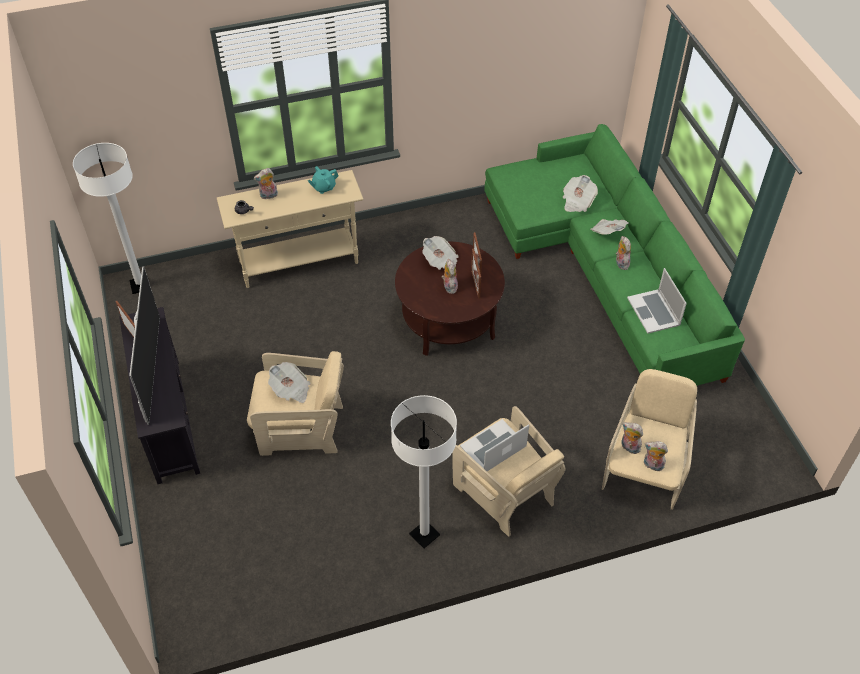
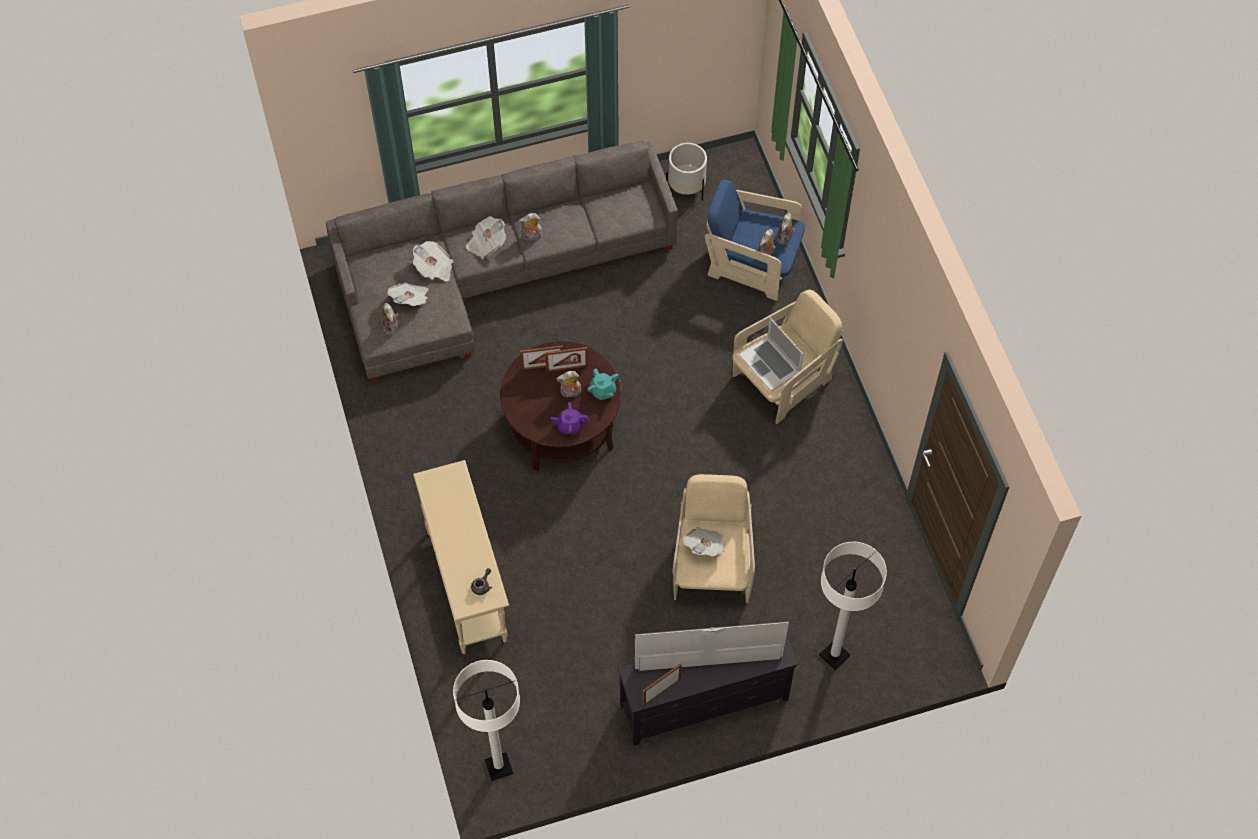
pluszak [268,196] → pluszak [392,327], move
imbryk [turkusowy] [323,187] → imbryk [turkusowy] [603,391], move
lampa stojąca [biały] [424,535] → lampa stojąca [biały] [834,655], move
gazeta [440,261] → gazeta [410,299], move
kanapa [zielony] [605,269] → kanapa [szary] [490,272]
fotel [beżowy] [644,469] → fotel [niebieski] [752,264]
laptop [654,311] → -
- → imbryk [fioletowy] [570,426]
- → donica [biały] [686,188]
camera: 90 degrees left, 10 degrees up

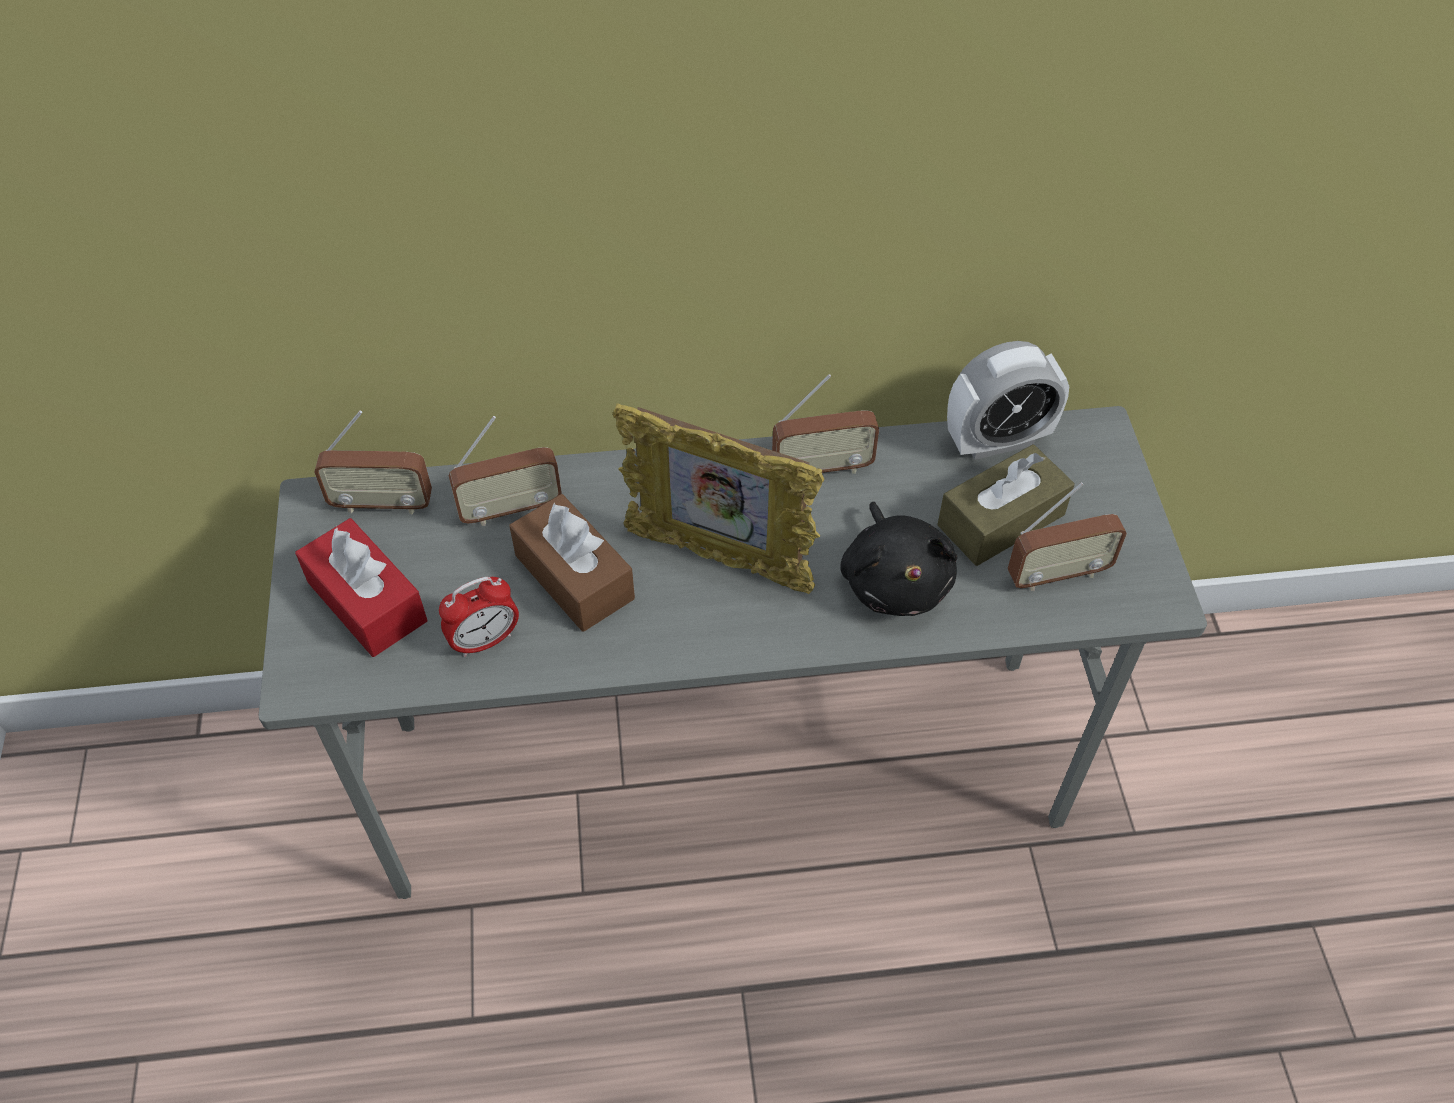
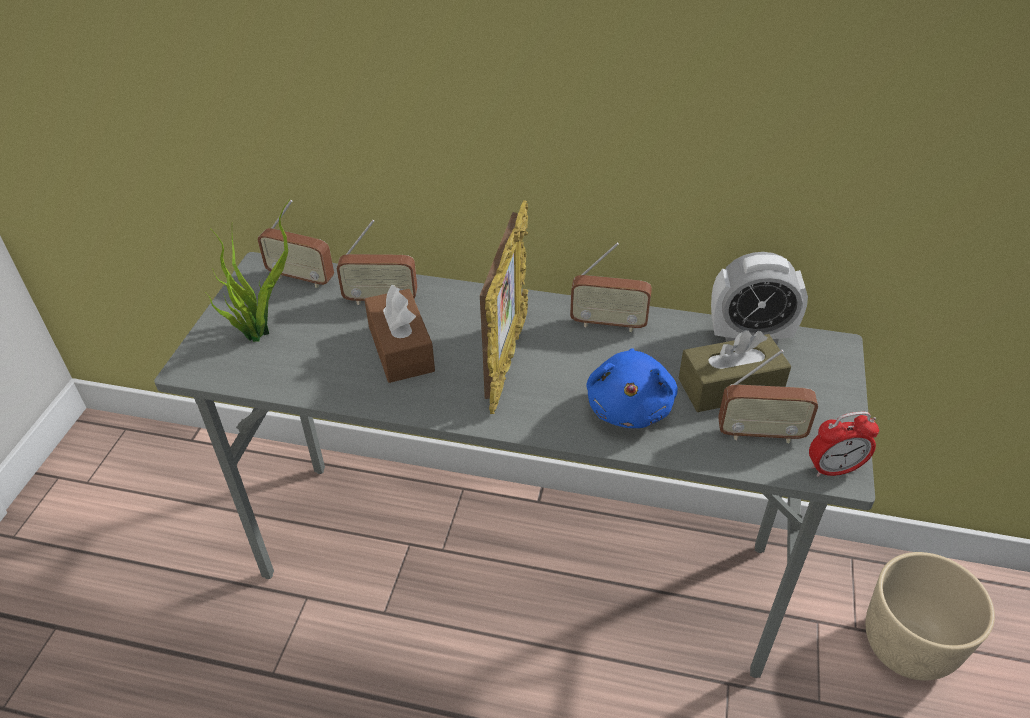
pudełko chusteczek [czerwony] [367,602] → roślina doniczkowa [259,330]
budzik [485,640] → budzik [834,469], move
ramka na zdjęcie [719,559] → ramka na zdjęcie [506,362], 120 degrees counterclockwise
pluszak [czarny] [895,580] → pluszak [niebieski] [629,406]
- → donica [beżowy] [908,647]
camera: 20 degrees right, 10 degrees down

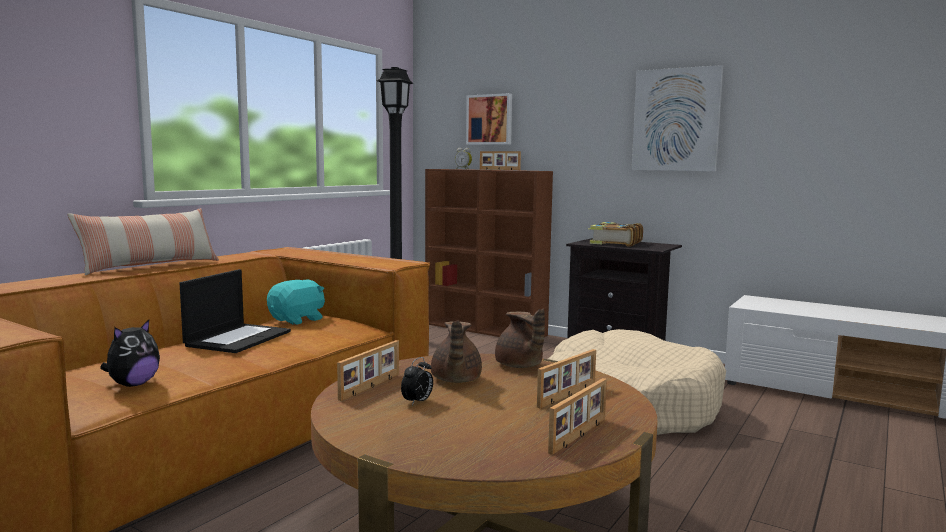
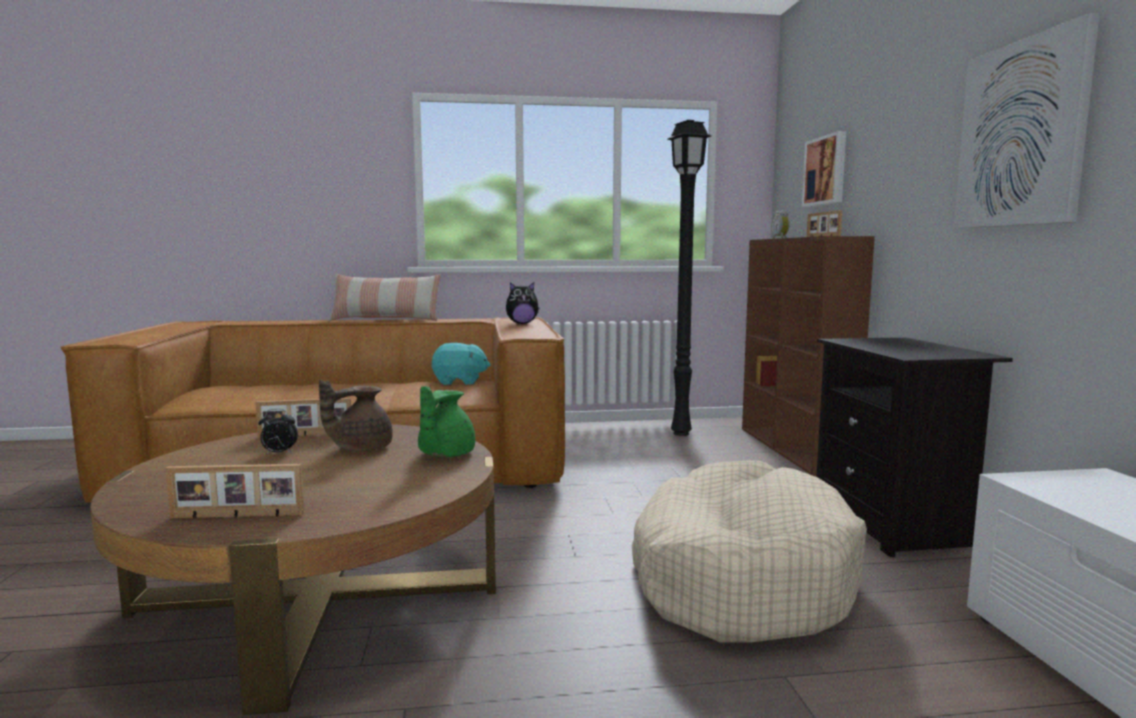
pluszak [133,384] → pluszak [522,323], move
laptop [238,338] → -
imbryk [brązowy] [519,366] → imbryk [zielony] [444,454]
ramka na zdjęcie [568,396] → -
książka [615,243] → -
camera: 50 degrees right, 0 degrees up

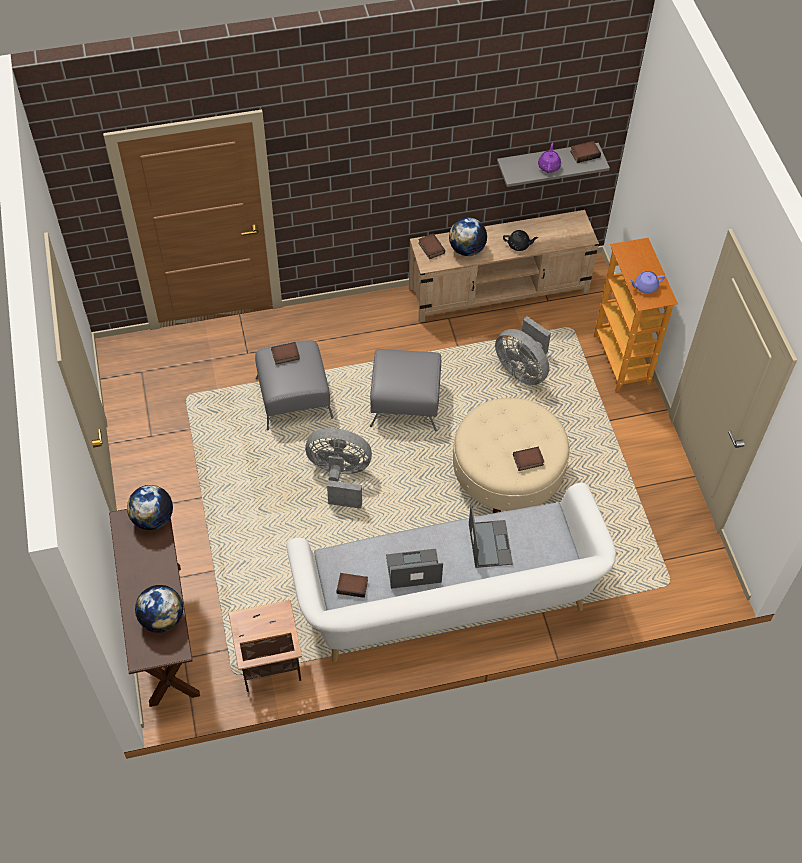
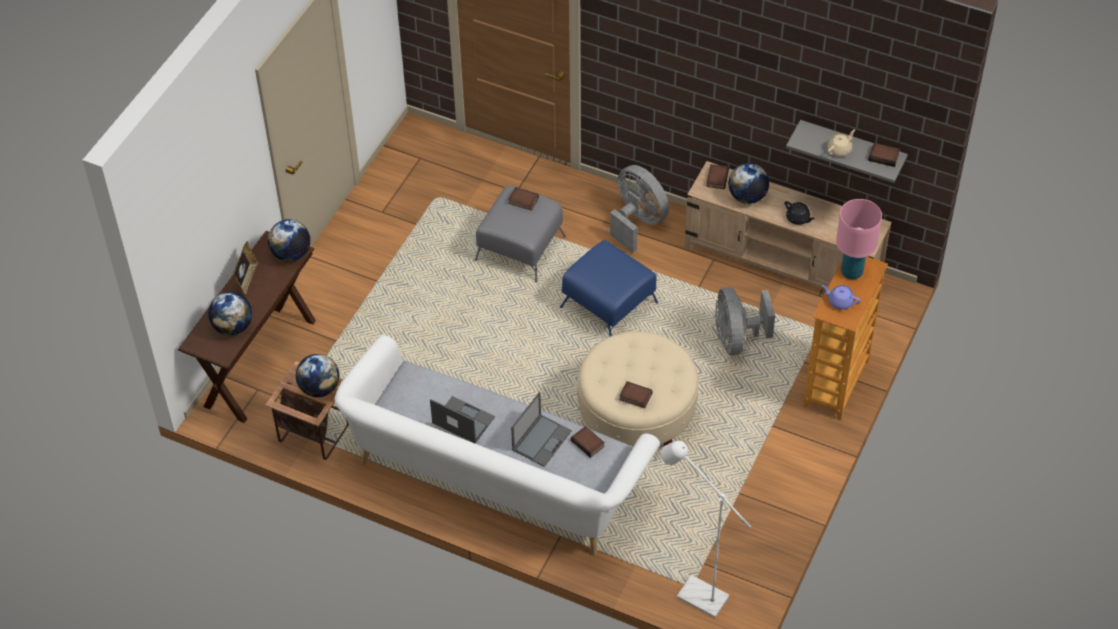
wentylator [szary] [340,477] → wentylator [szary] [637,222], move
książka [353,586] → książka [588,443], move
pufa [szary] [406,402] → pufa [niebieski] [609,306]
imbryk [fioletowy] [549,166] → imbryk [beżowy] [840,150]
- → ramka na zdjęcie [247,279]
- → globus [319,388]
- → lampa stojąca [biały] [694,593]
- → lampa stołowa [różowy] [852,272]
camera: 40 degrees right, 5 degrees down

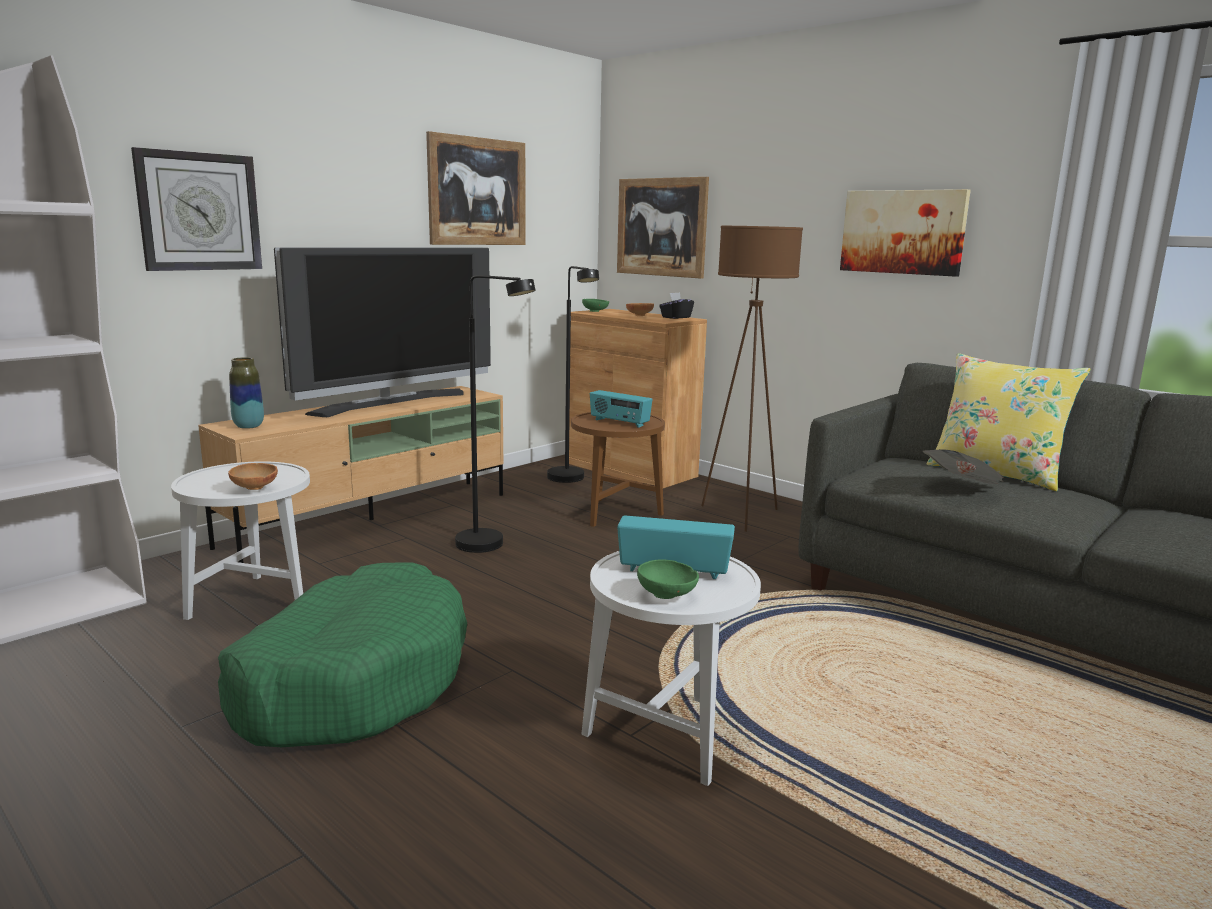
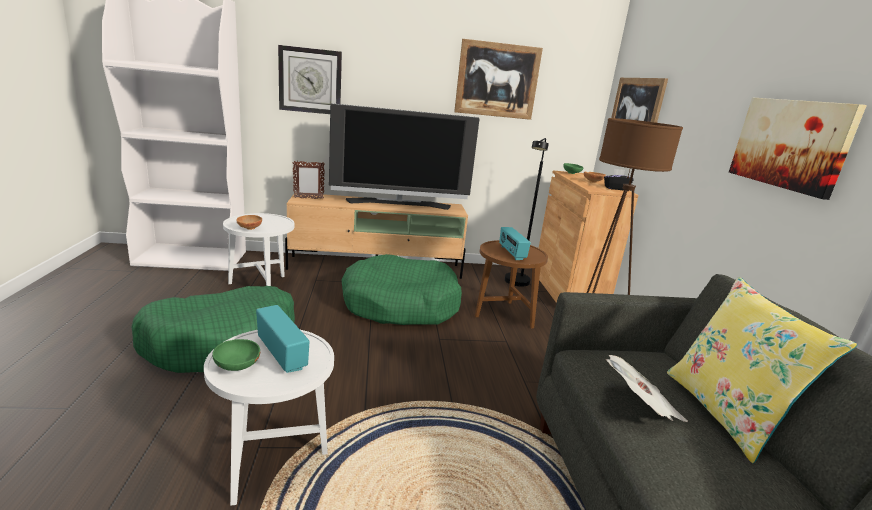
wazon [248,426] → ramka na zdjęcie [308,198]
lampa stojąca [czarny] [490,546] → legowisko [zielony] [400,304]
camera: 40 degrees right, 5 degrees up

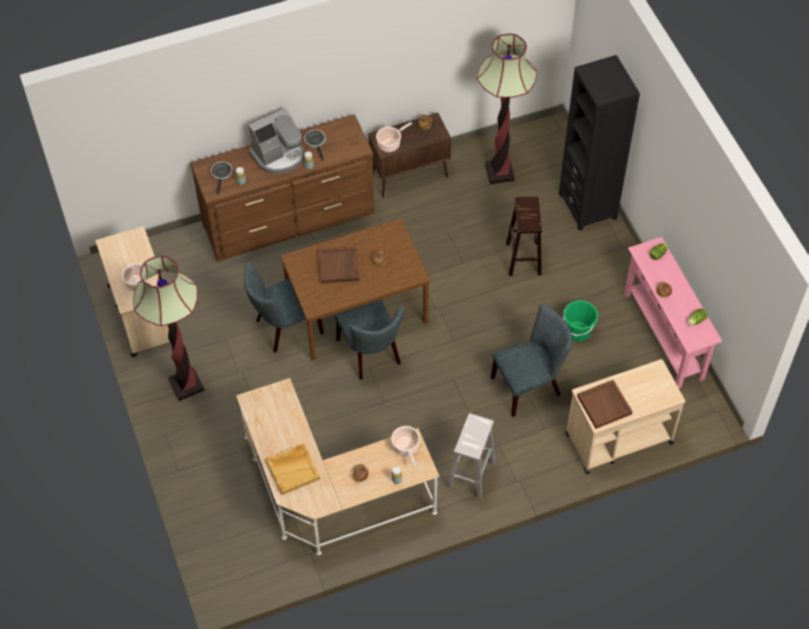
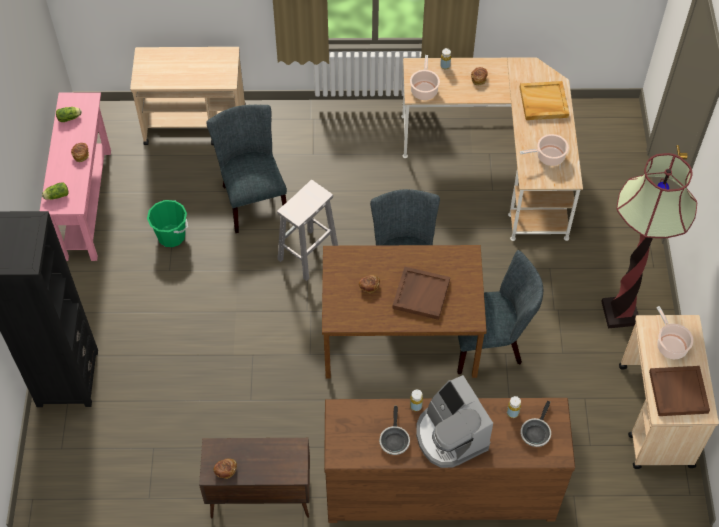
ekspres do kawy [279,155] → ekspres do kawy [450,436], 105 degrees counterclockwise
garnek [390,144] → garnek [548,157], move
stołek [biały] [471,474] → stołek [biały] [307,255], move
lampa stojąca [499,172] → -
krzesło [szary] [530,385] → krzesło [szary] [252,198], 75 degrees clockwise
stołek [brązowy] [523,258] → -
taca [brązowy] [604,405] → taca [brązowy] [677,392], move
camera: 160 degrees left, 0 degrees up

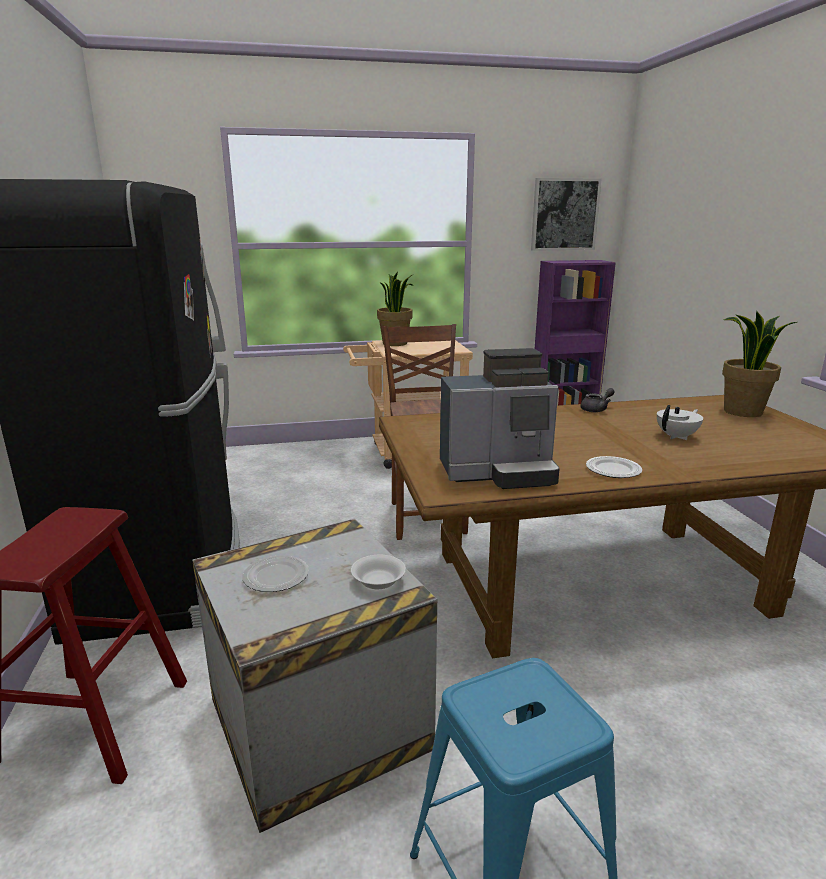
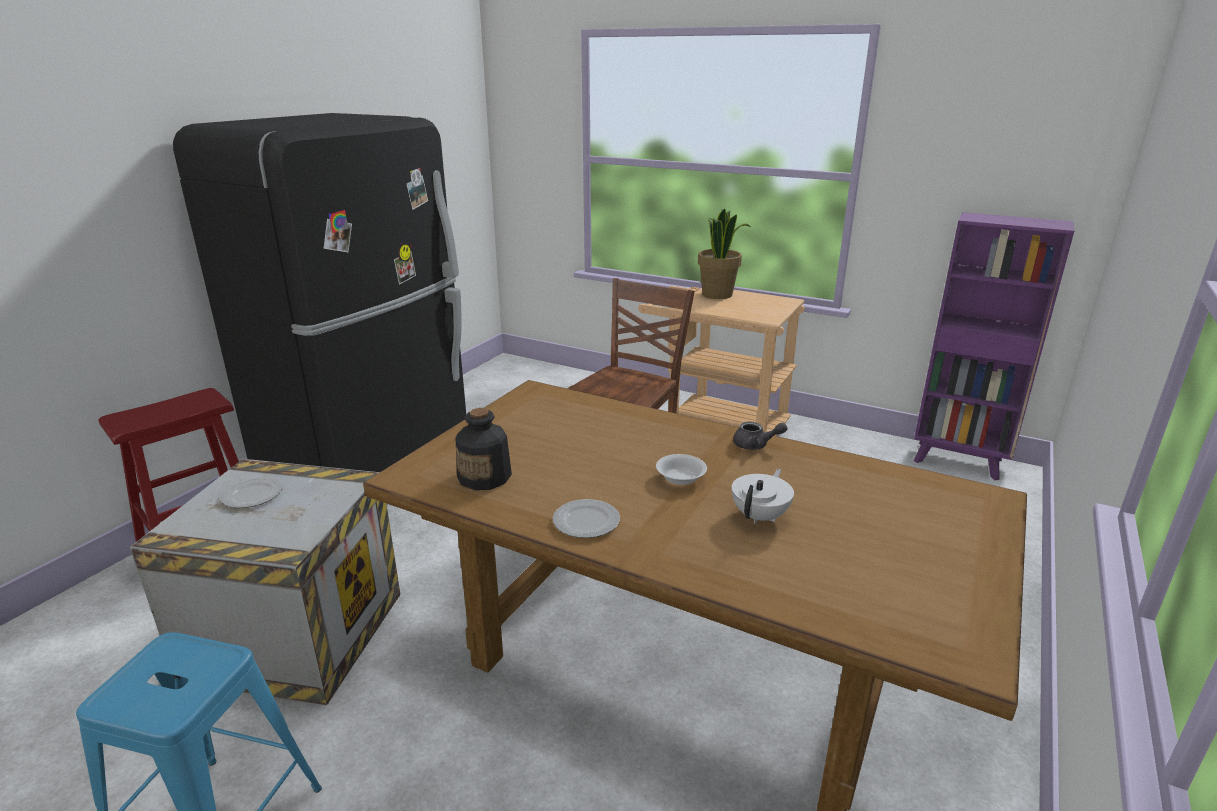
miska [biały] [377,582] → miska [biały] [680,478], move
ekspres do kawy [499,472] → butelka [485,477]
obraz [564,214] → -
imbryk [biały] [677,437] → imbryk [biały] [760,516], 60 degrees counterclockwise
roślina doniczkowa [742,412] → -
camera: 40 degrees right, 5 degrees up

